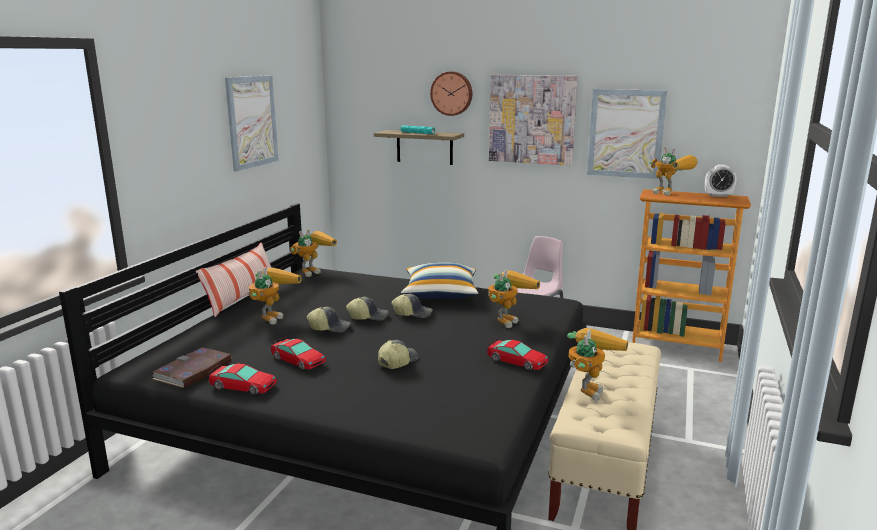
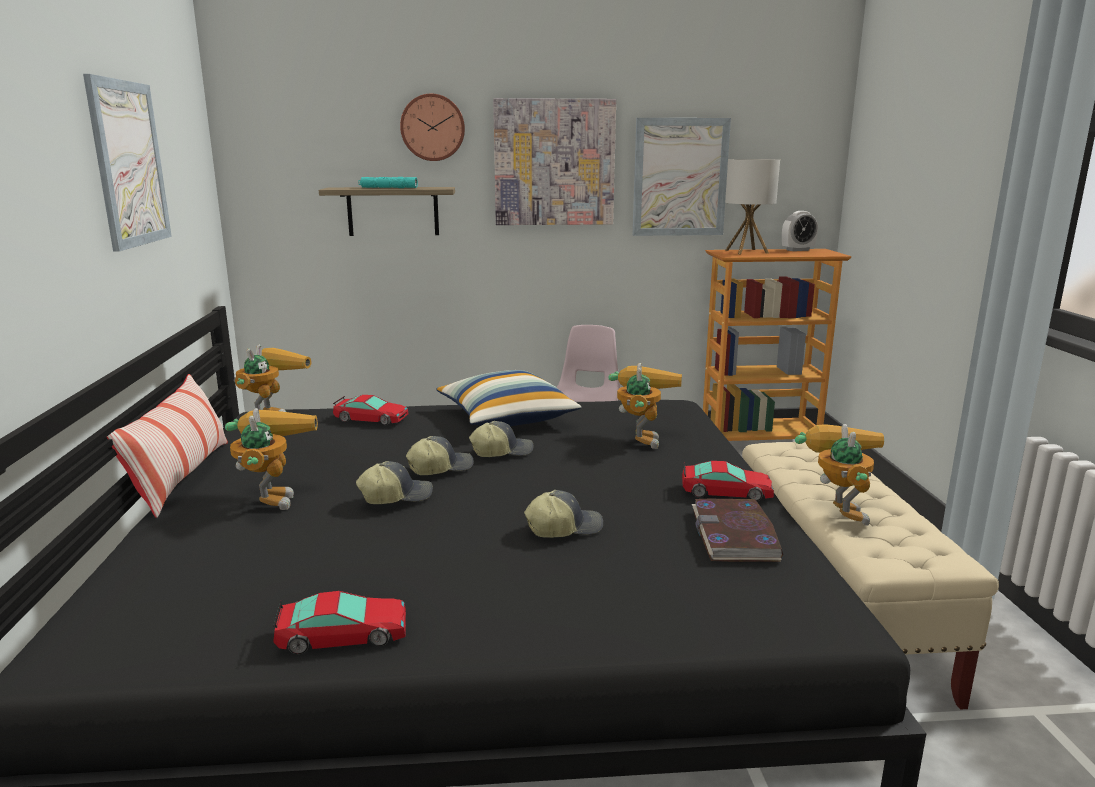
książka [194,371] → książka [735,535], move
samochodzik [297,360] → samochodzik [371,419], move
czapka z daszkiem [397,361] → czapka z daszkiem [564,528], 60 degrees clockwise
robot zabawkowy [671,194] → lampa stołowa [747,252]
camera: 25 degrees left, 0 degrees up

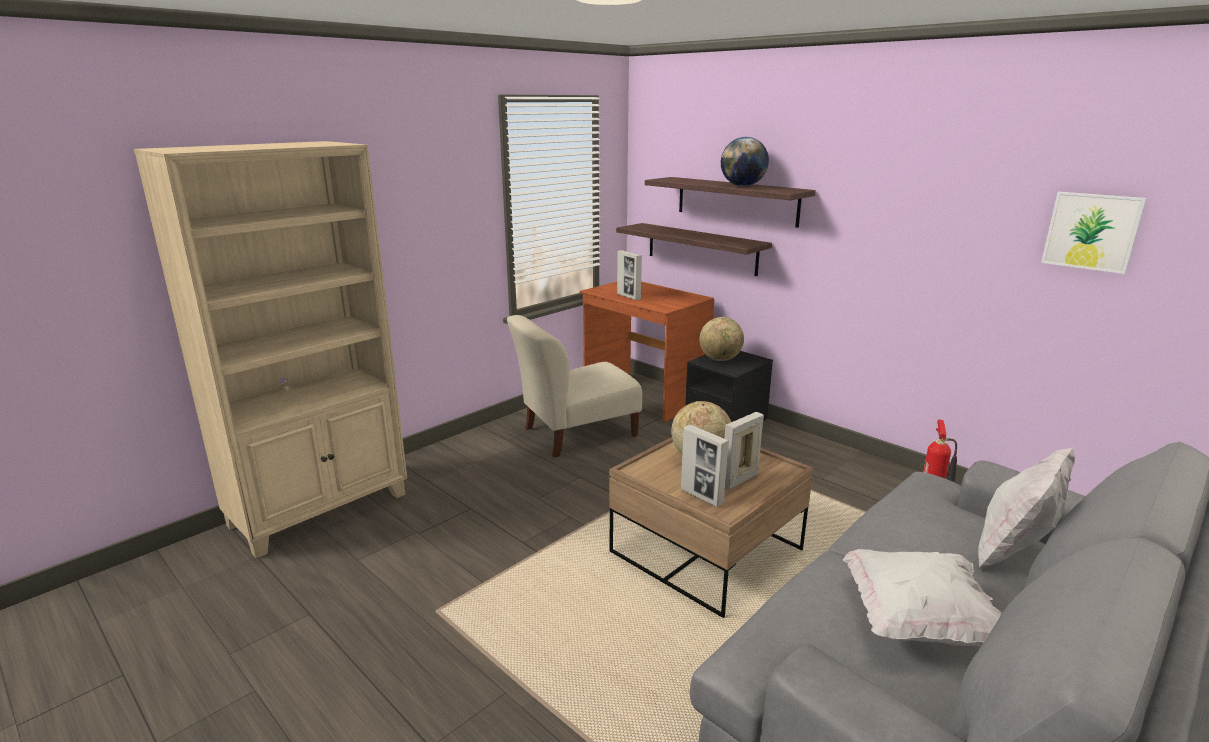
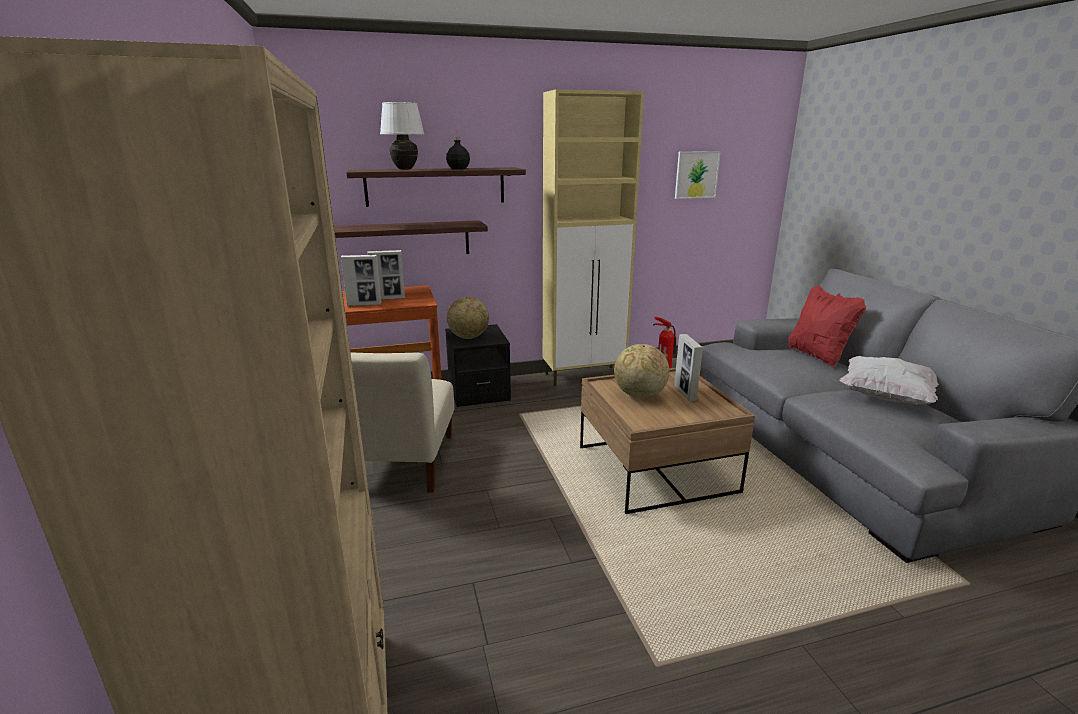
ramka na zdjęcie [702,496] → ramka na zdjęcie [389,298], move
globus [743,186] → butelka [czarny] [458,168]
poduszka [biały] [1013,554] → poduszka [czerwony] [818,355]
- → lampa stołowa [biały] [405,169]
- → szafka [beżowy] [585,376]
camera: 60 degrees left, 0 degrees up

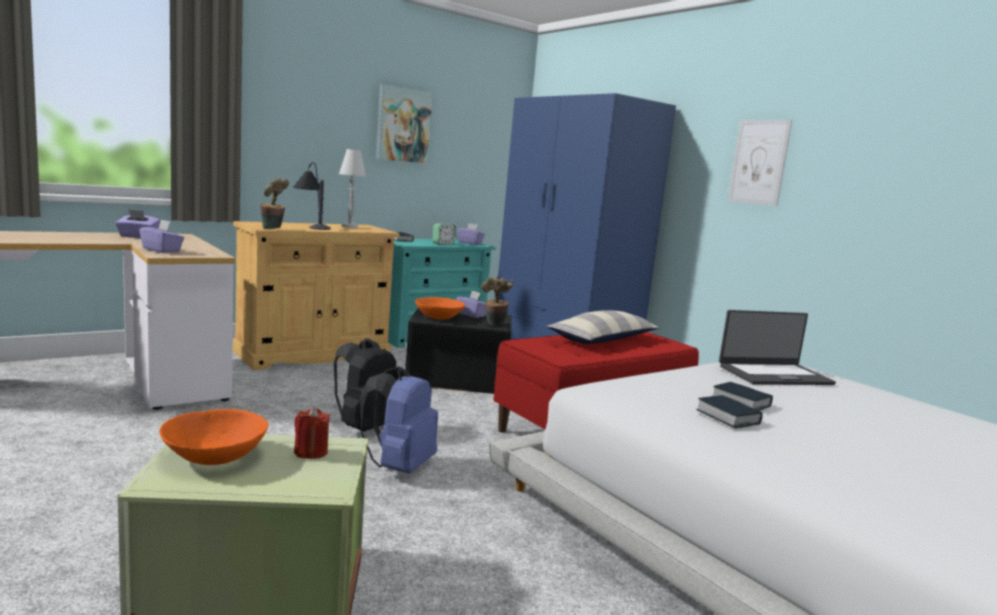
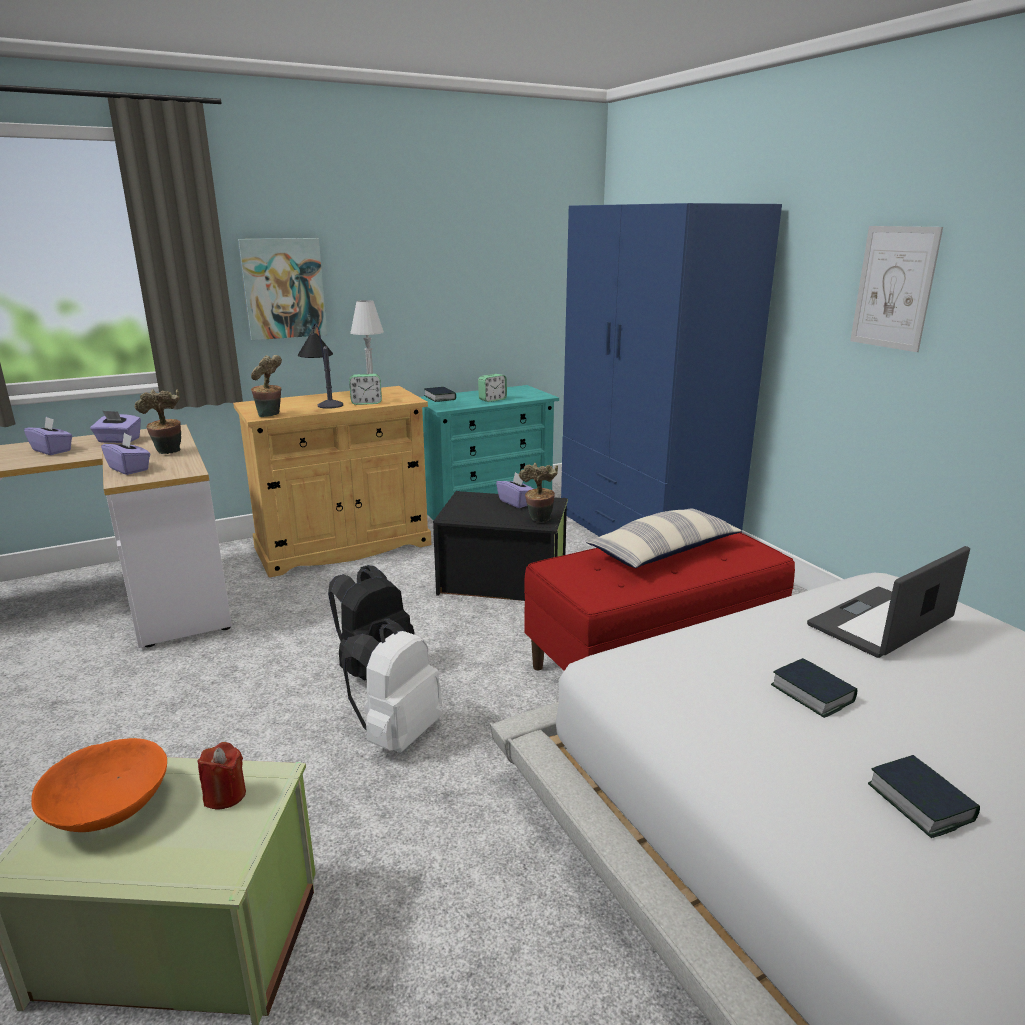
plecak [niebieski] [399,466] → plecak [biały] [397,734]
obraz [403,125] → obraz [283,288], move
miska [pomarańczowy] [439,317] → -
pudełko chusteczek [fioletowy] [470,243] → pudełko chusteczek [fioletowy] [52,450], move
książka [727,417] → książka [920,802], move
laptop [774,375] → laptop [882,623], 150 degrees clockwise
- → roślina doniczkowa [168,453]
- → budzik [366,403]
camera: 10 degrees right, 10 degrees up

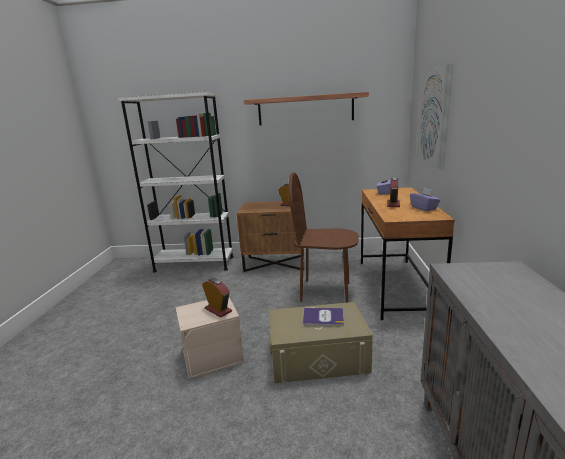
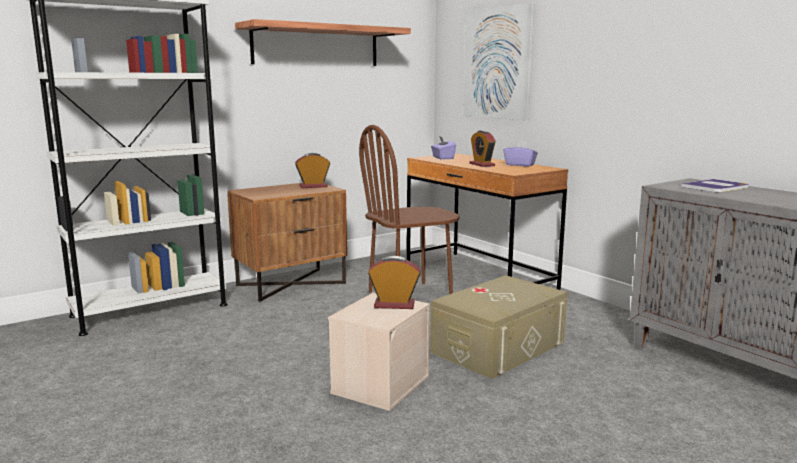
książka [323,317] → książka [715,187], move
camera: 40 degrees left, 5 degrees down

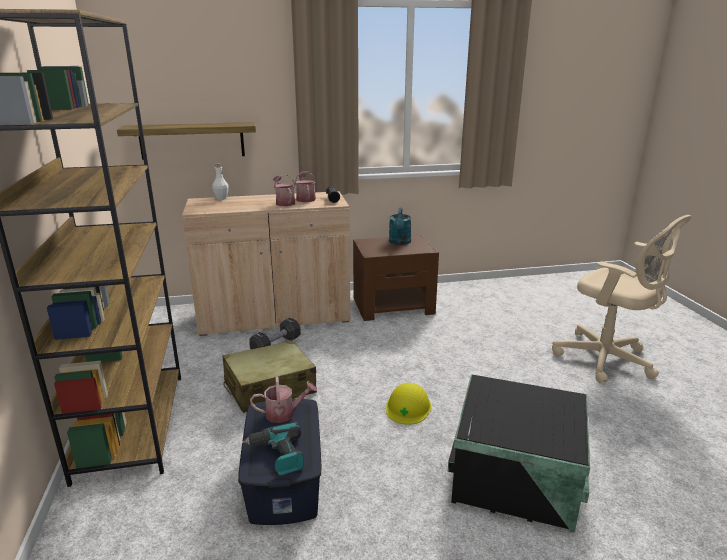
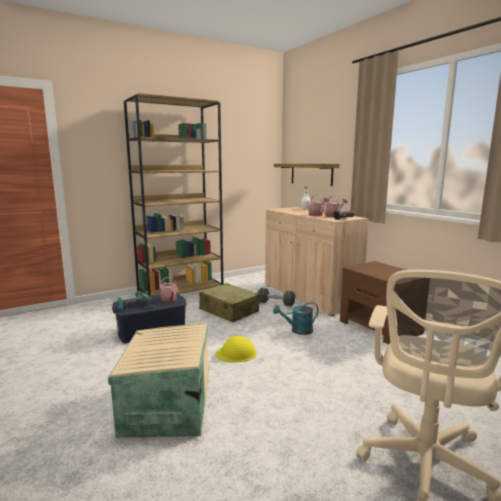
konewka [turkusowy] [399,242] → konewka [turkusowy] [298,330], move
pojemnik do przechowywania [czarny] [516,483] → pojemnik do przechowywania [beżowy] [165,406]
camera: 70 degrees right, 10 degrees down

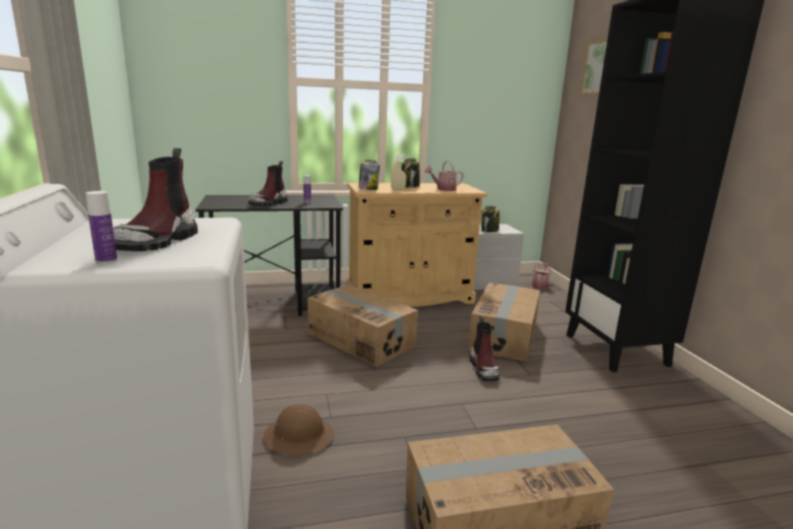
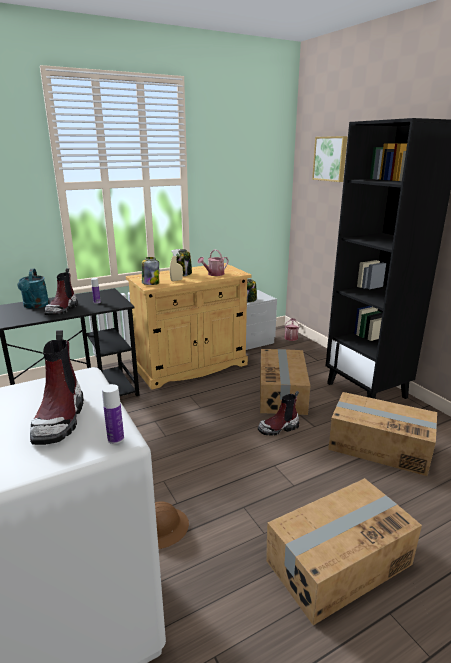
butelka [106,260] → butelka [115,439], move
karton [361,339] → karton [379,446], move
but z cholewką [484,368] → but z cholewką [279,428], 90 degrees clockwise
- → konewka [turkusowy] [35,306]
camera: 15 degrees left, 5 degrees up

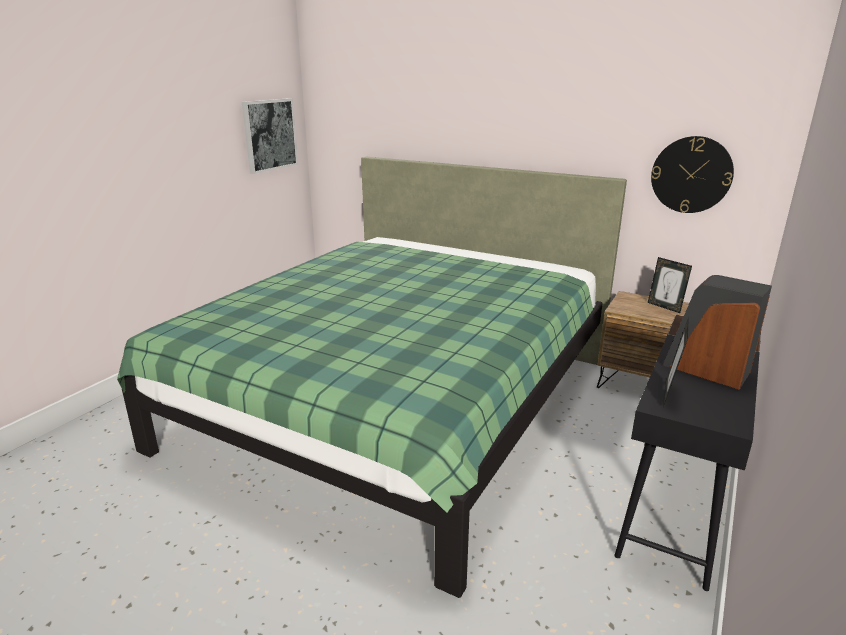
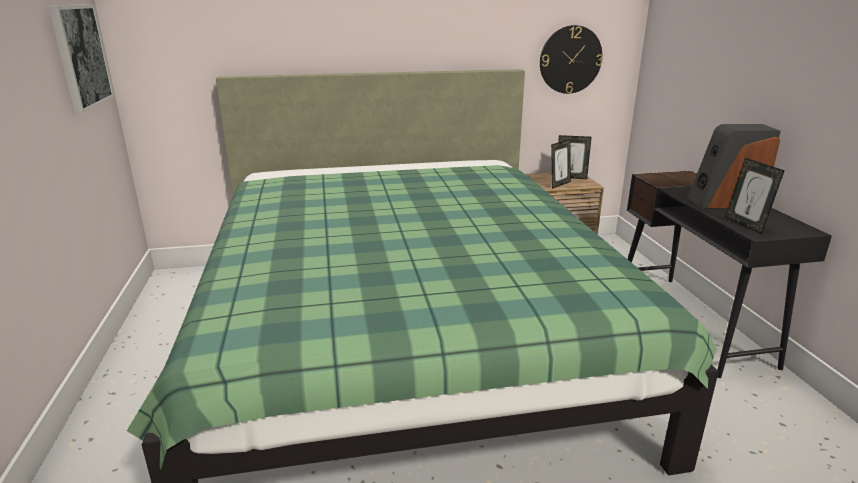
- → ramka na zdjęcie [559,184]
camera: 40 degrees left, 0 degrees up

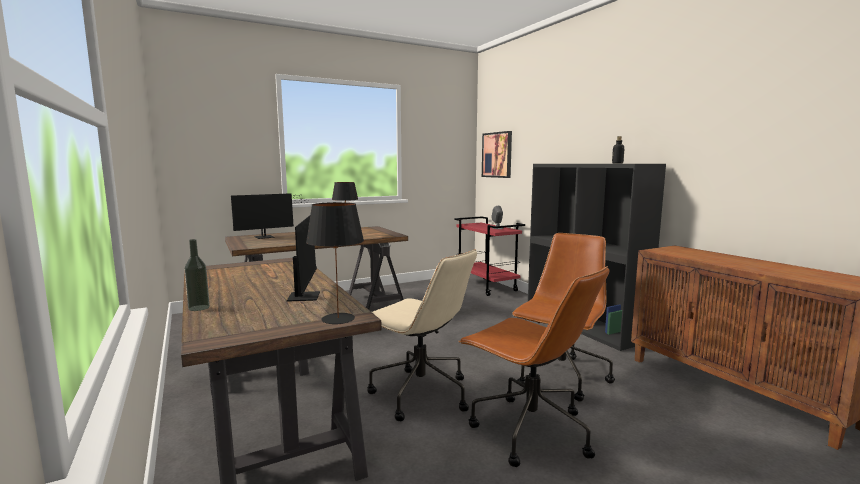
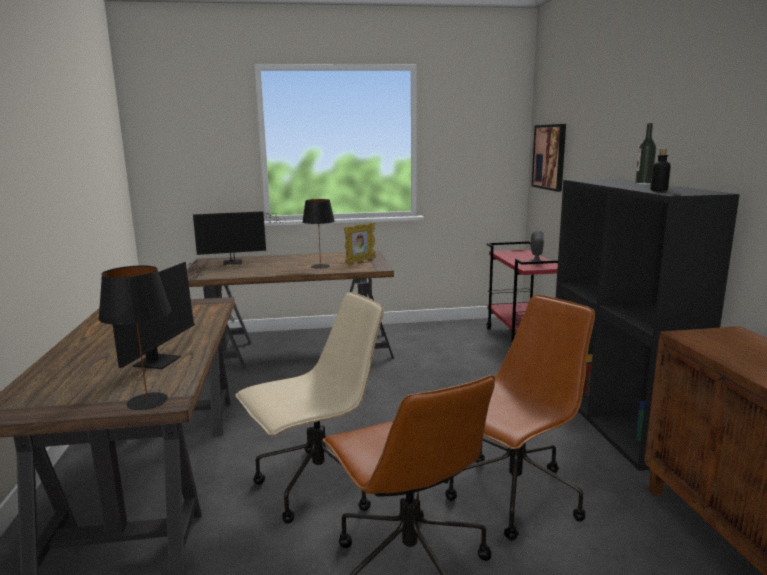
butelka [199,308] → butelka [643,183], move
krzesło biurowe [beżowy] [419,393] → krzesło biurowe [beżowy] [318,485], 90 degrees counterclockwise
- → ramka na zdjęcie [360,261]
camera: 20 degrees right, 5 degrees up

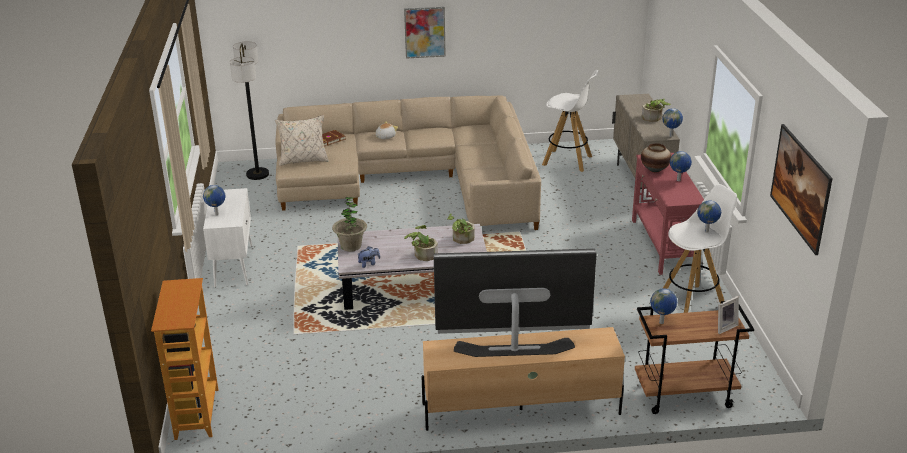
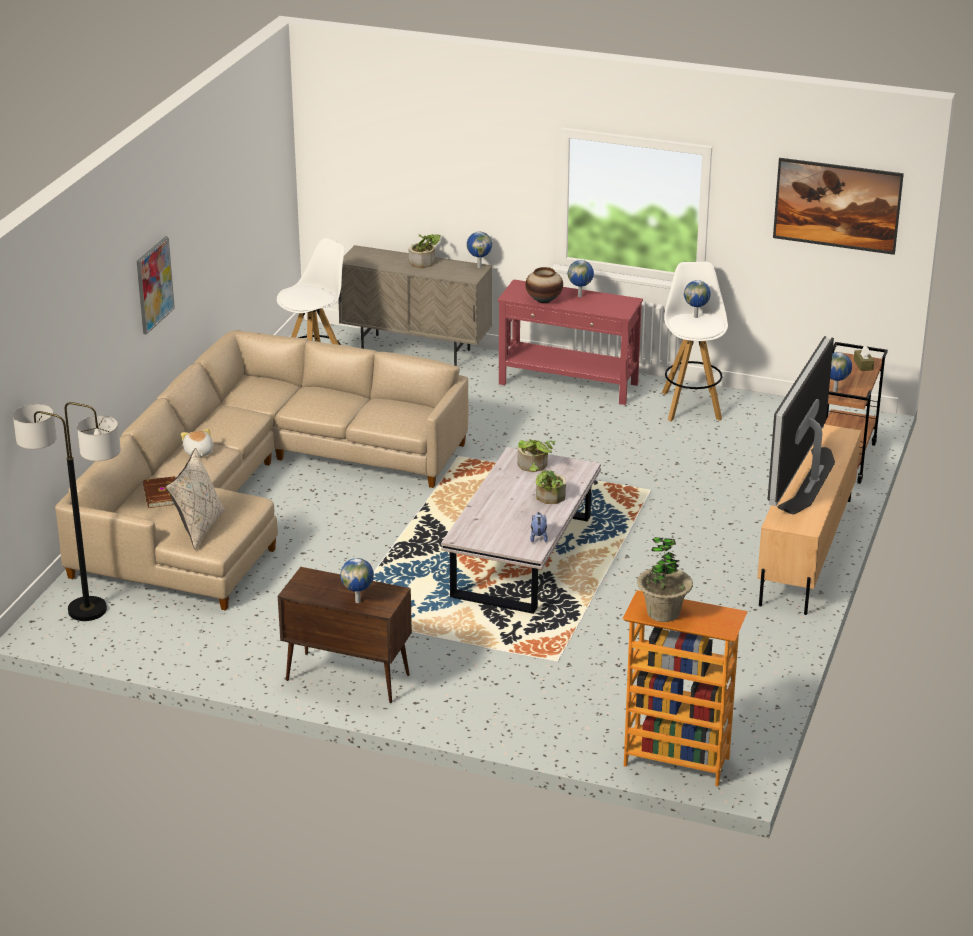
szafka [biały] [233,265] → szafka [brązowy] [346,677]
roślina doniczkowa [351,246] → roślina doniczkowa [663,612], move
ramka na zdjęcie [724,327] → pudełko chusteczek [brązowy] [863,365]
camera: 65 degrees left, 0 degrees up

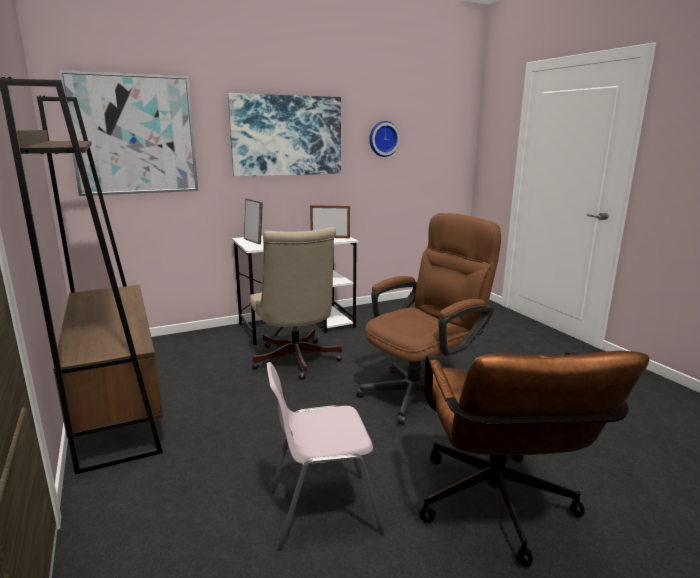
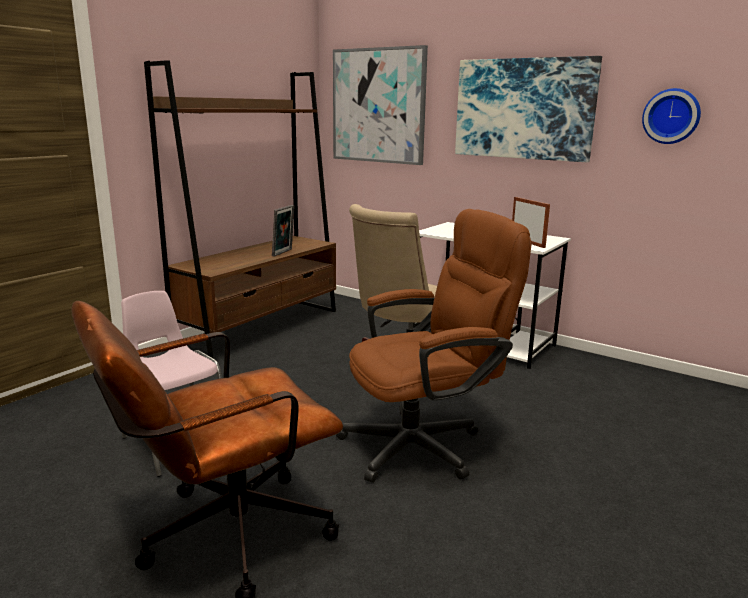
ramka na zdjęcie [254,241] → ramka na zdjęcie [284,253], move
krzesło biurowe [brązowy] [422,392] → krzesło biurowe [brązowy] [425,444], 45 degrees counterclockwise
camera: 60 degrees right, 0 degrees up

